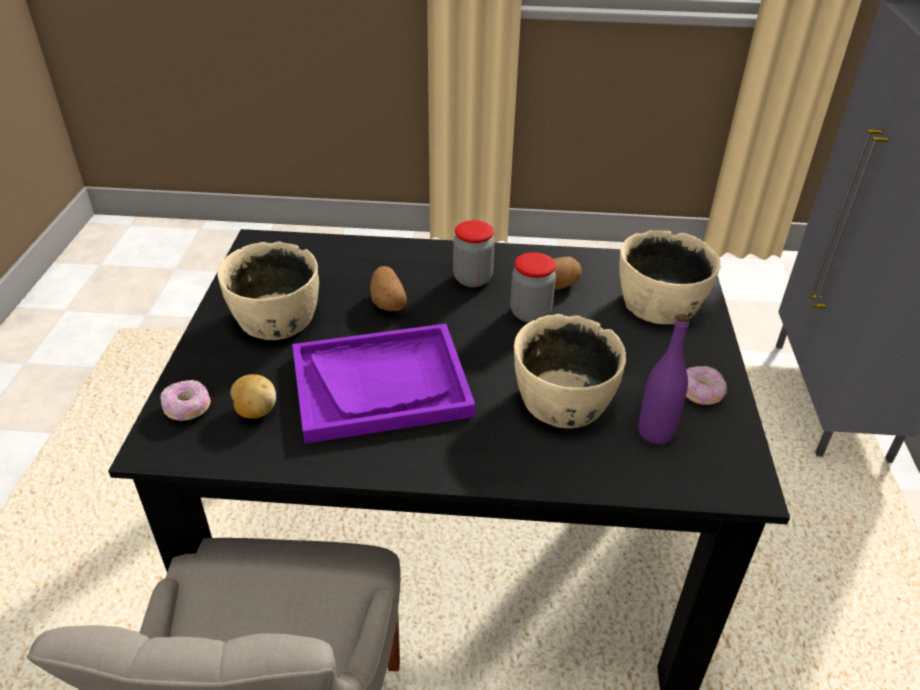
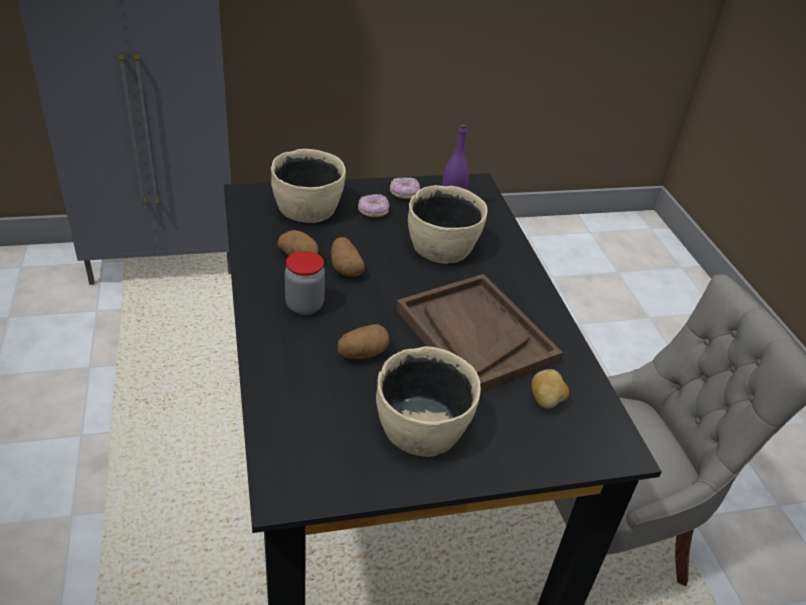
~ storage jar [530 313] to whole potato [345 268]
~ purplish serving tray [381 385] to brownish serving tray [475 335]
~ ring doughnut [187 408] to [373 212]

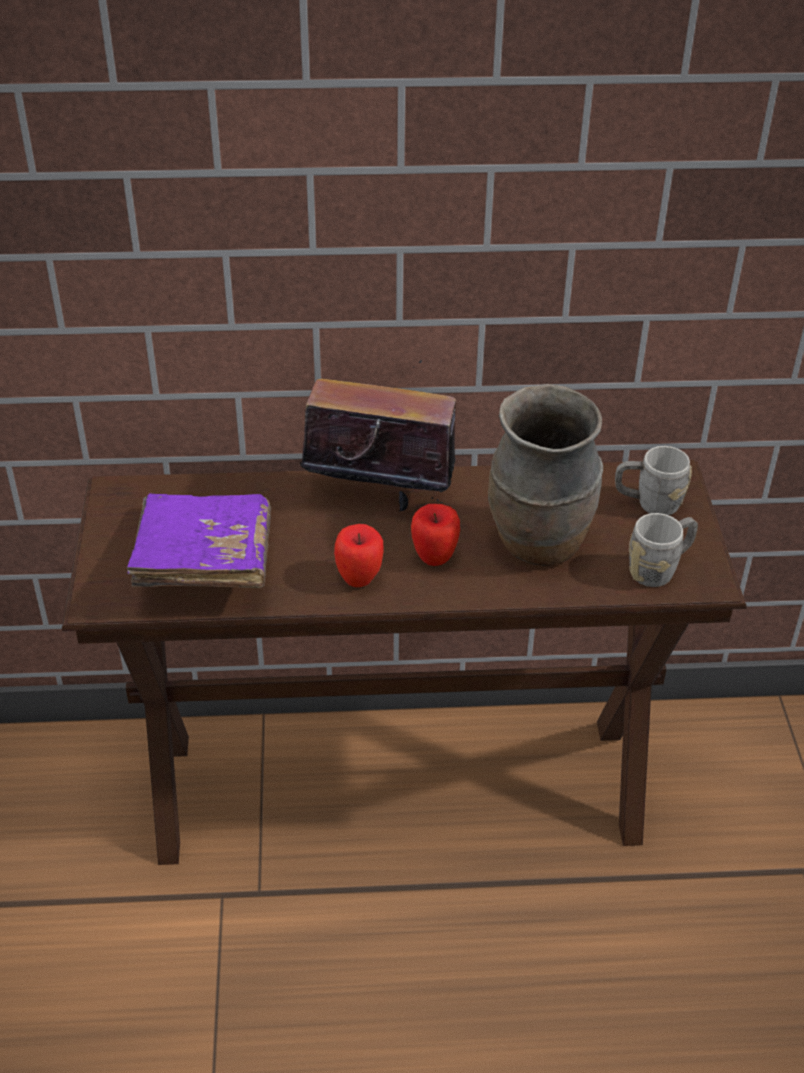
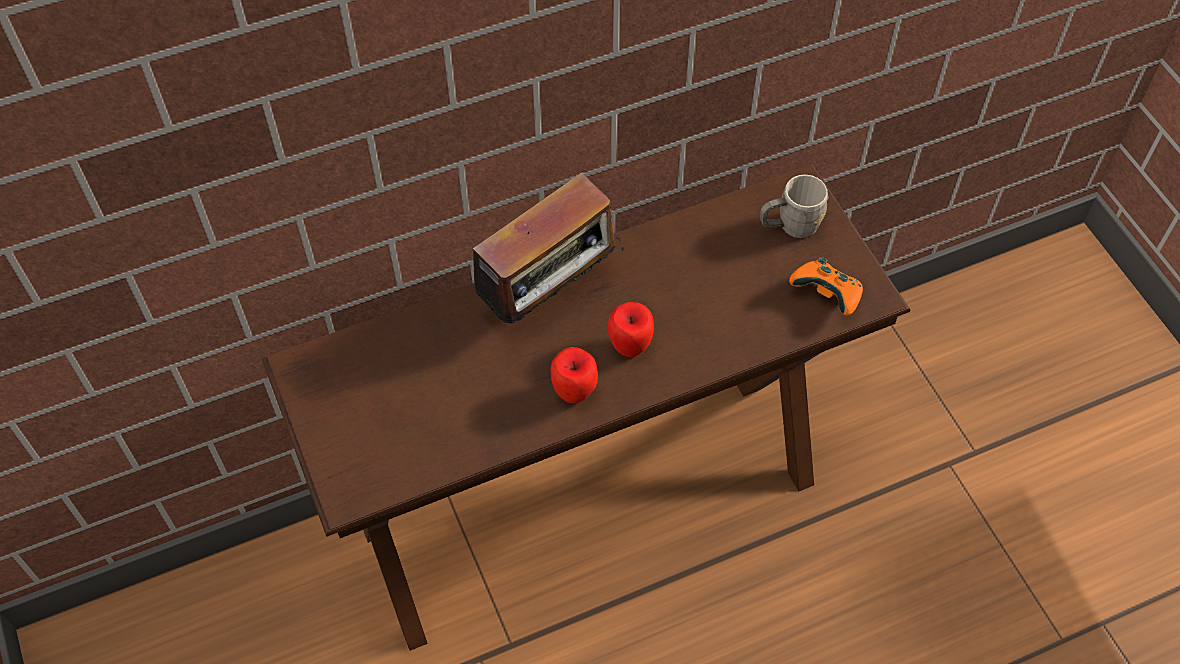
~ radio [378 497] = [550 294] 150 degrees clockwise
- brownish flower vase [539 544]
- purplish bound book [204 563]
~ gray coffee mug [659 569] to orangey joypad [827 296]

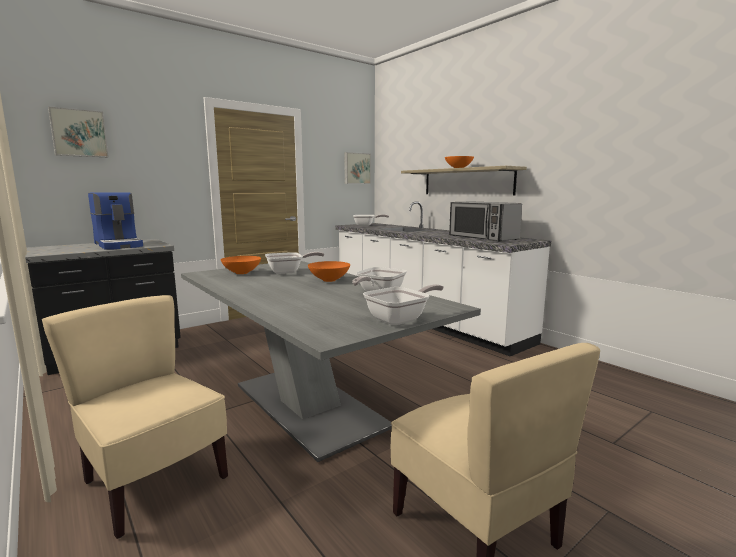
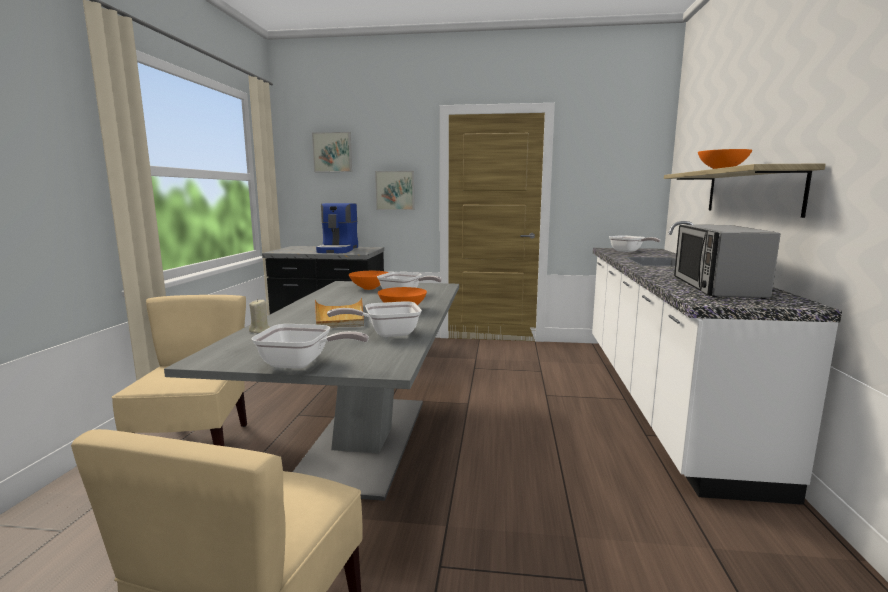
~ wall art [356 168] to [395 190]
+ beige-coloured serving tray [339 316]
+ beige-coloured wax light [260 330]

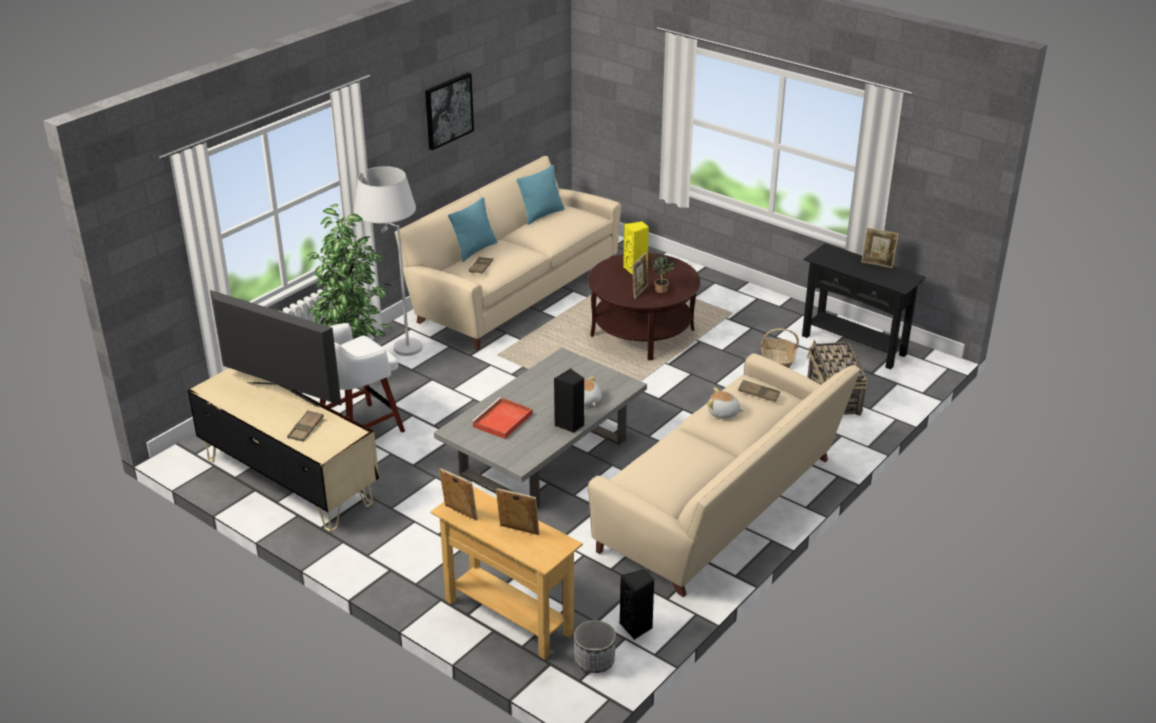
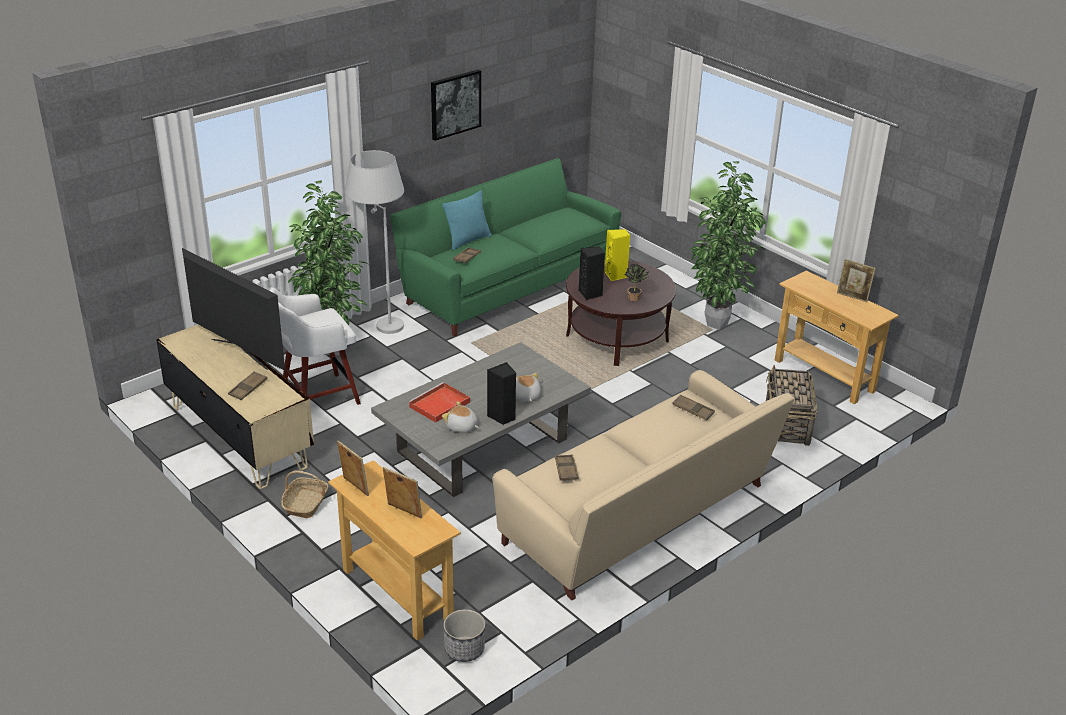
~ beige-coloured settee [514 291] to green settee [507 284]
- blue-green cushion [541 215]
~ black-coloured narrow table [853 345] to beige-coloured narrow table [824 375]
- photo frame [639 291]
~ household basket [777 359] to [305 504]
~ plush toy [723 413] to [461 427]
~ black-coloured audio speaker [637 627] to [590 294]
+ houseplant [718 323]
+ brownish serving tray [566 470]

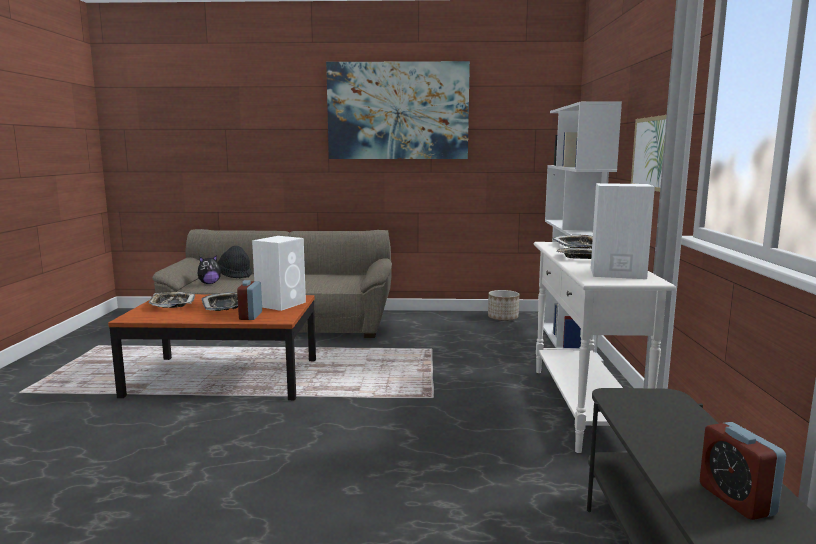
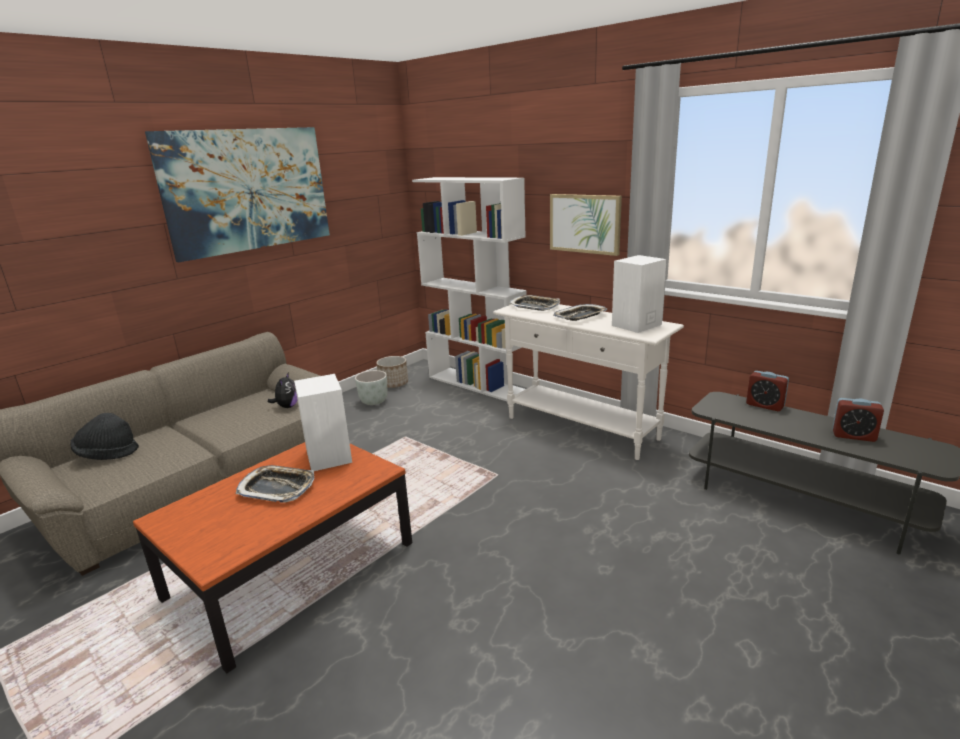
~ plush toy [209 283] to [287 406]
~ alarm clock [250 316] to [765 405]
- serving tray [172 304]
+ gray planter [373 402]

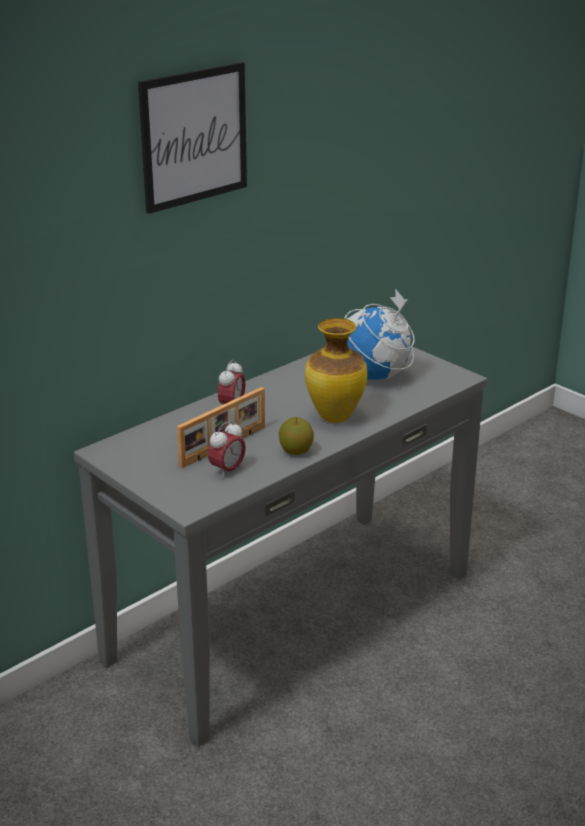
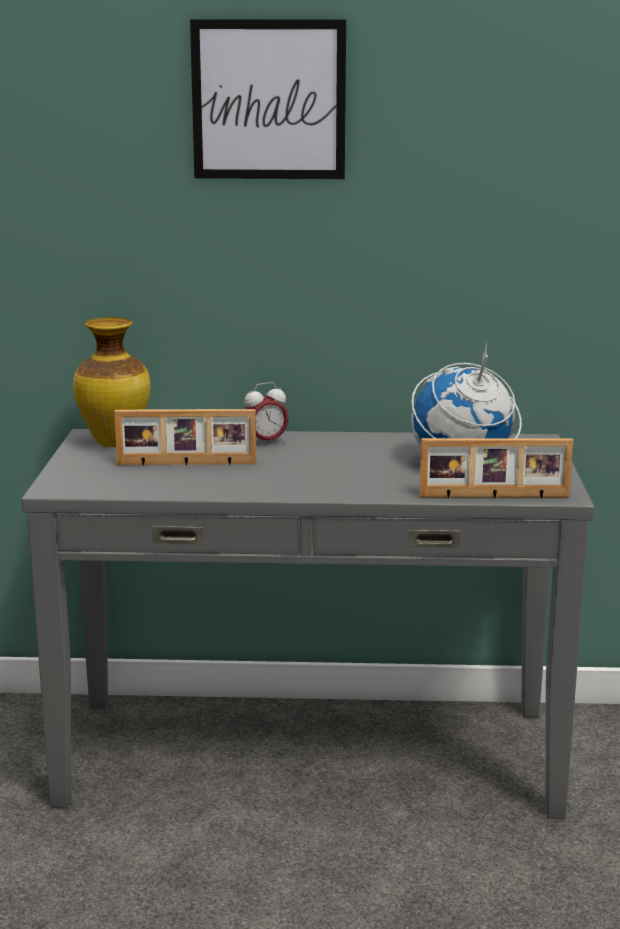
~ flower vase [334 417] to [114 443]
- apple fruit [296 451]
- alarm clock [227 471]
+ photo frame [494 497]

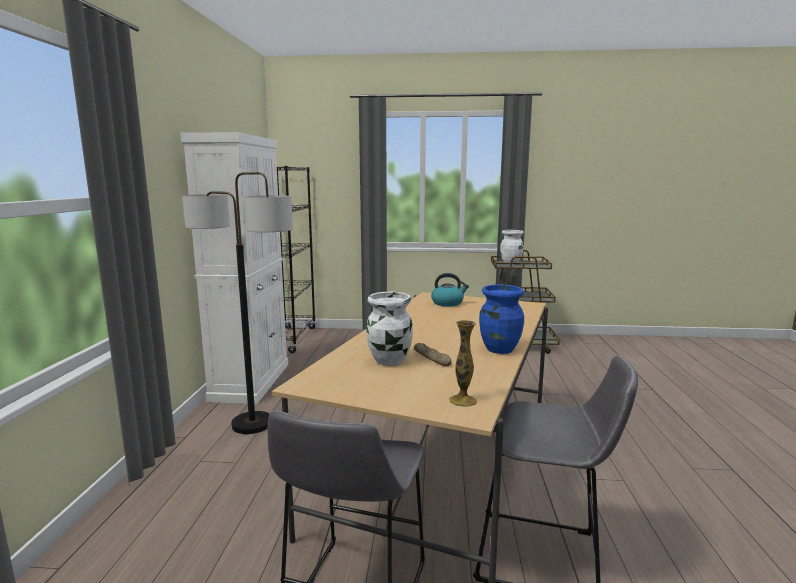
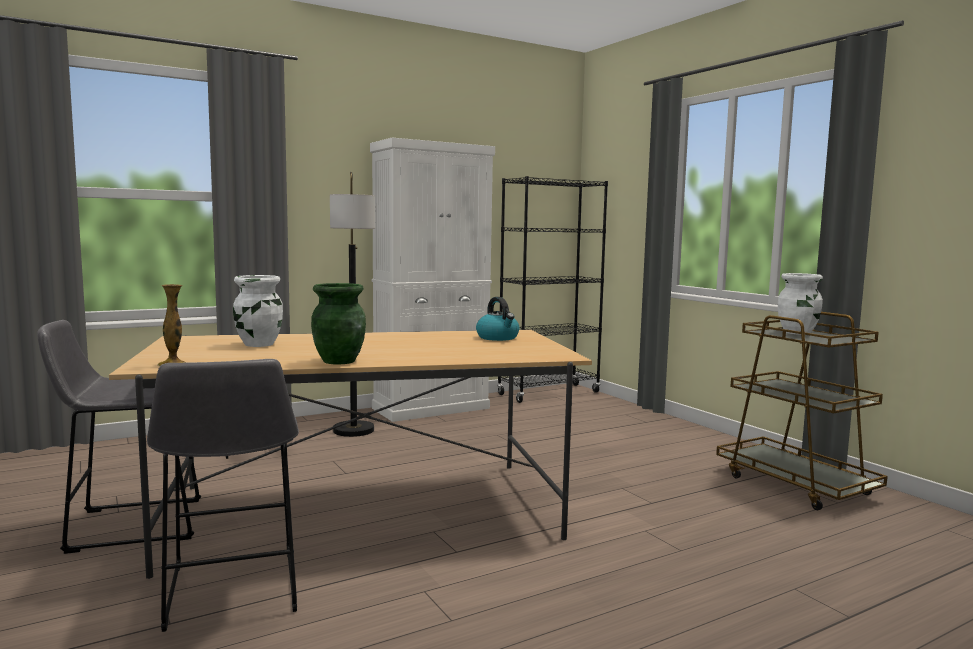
~ bluish flower vase [499 349] to green flower vase [340 361]
- bakery bread [431 359]

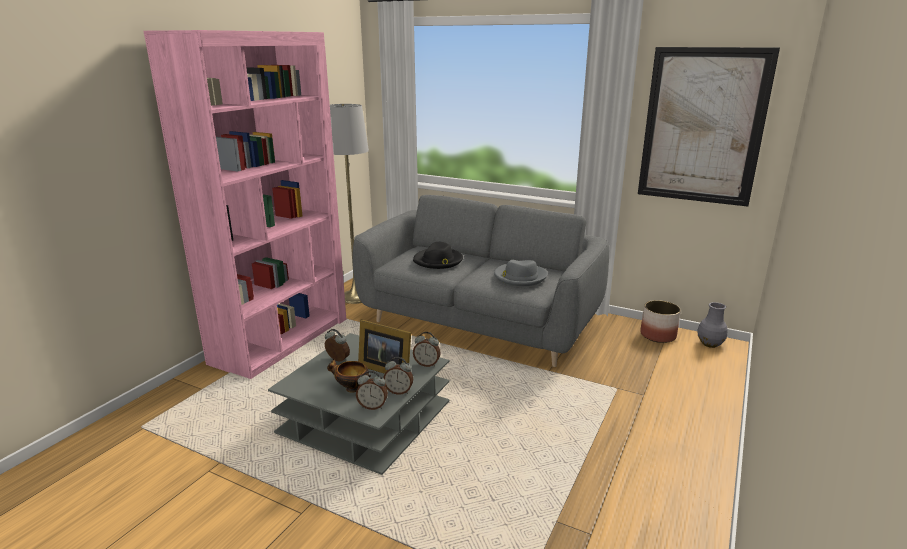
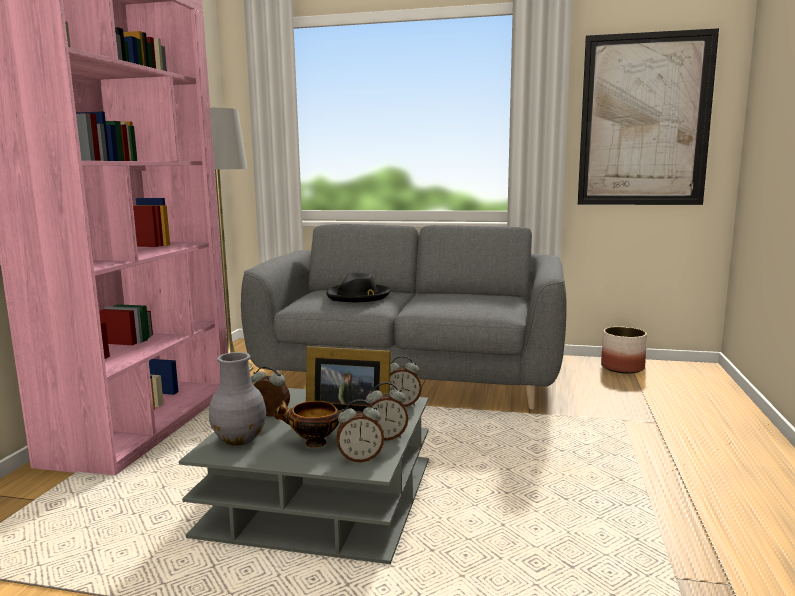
- gray hat [520 277]
~ gray flower vase [709 344] to [238 439]

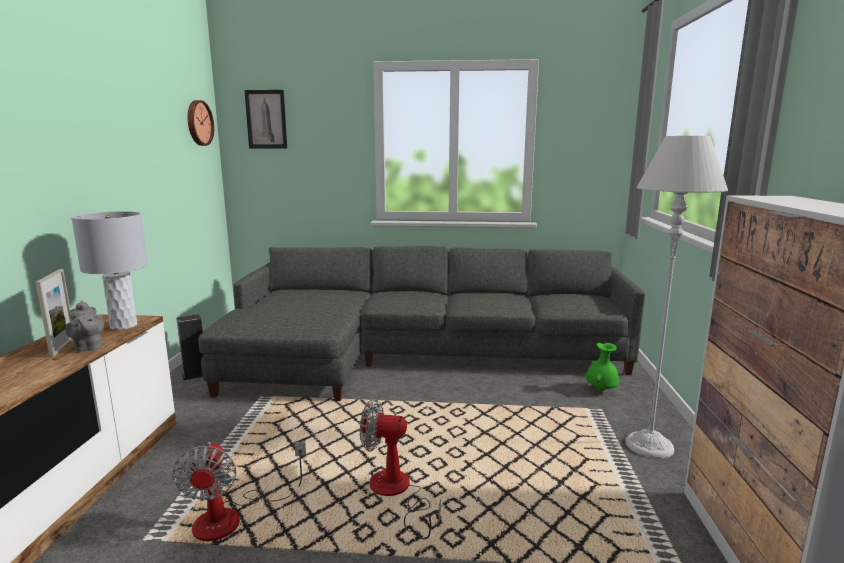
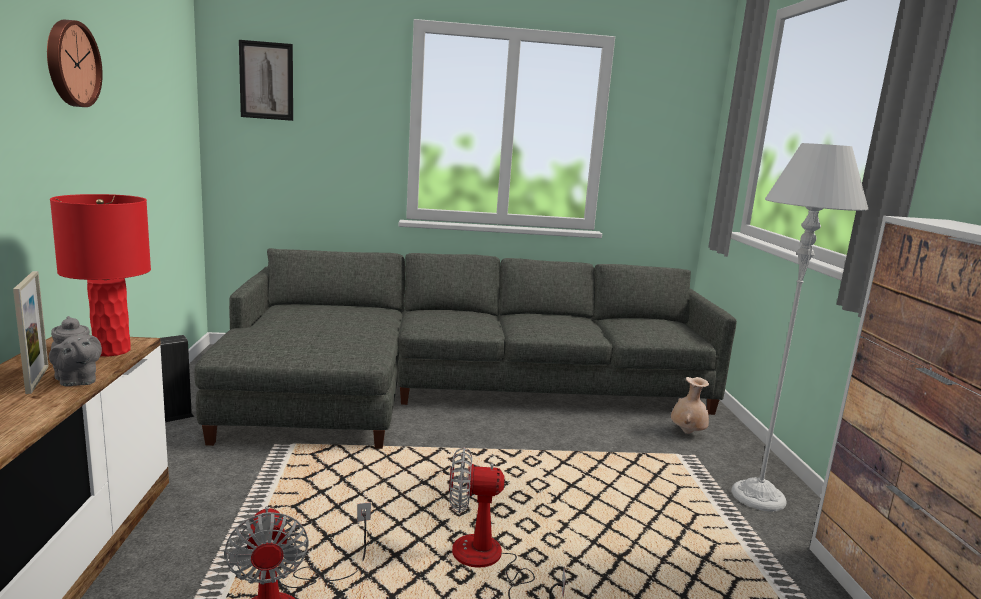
~ clock on the wall [198 123] to [70 63]
~ gray table lamp [124 326] to reddish table lamp [112 351]
~ green flower vase [601 390] to beige-coloured flower vase [687 433]

